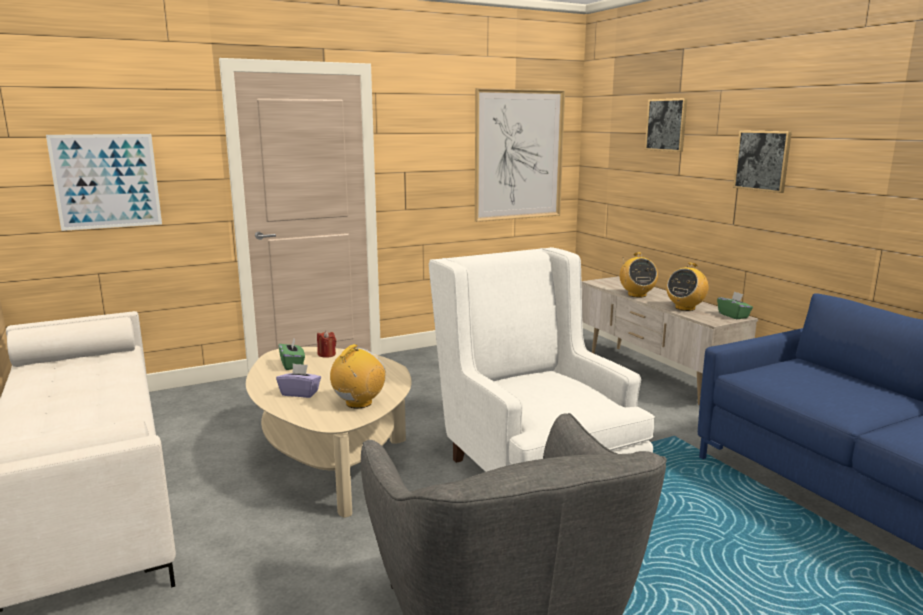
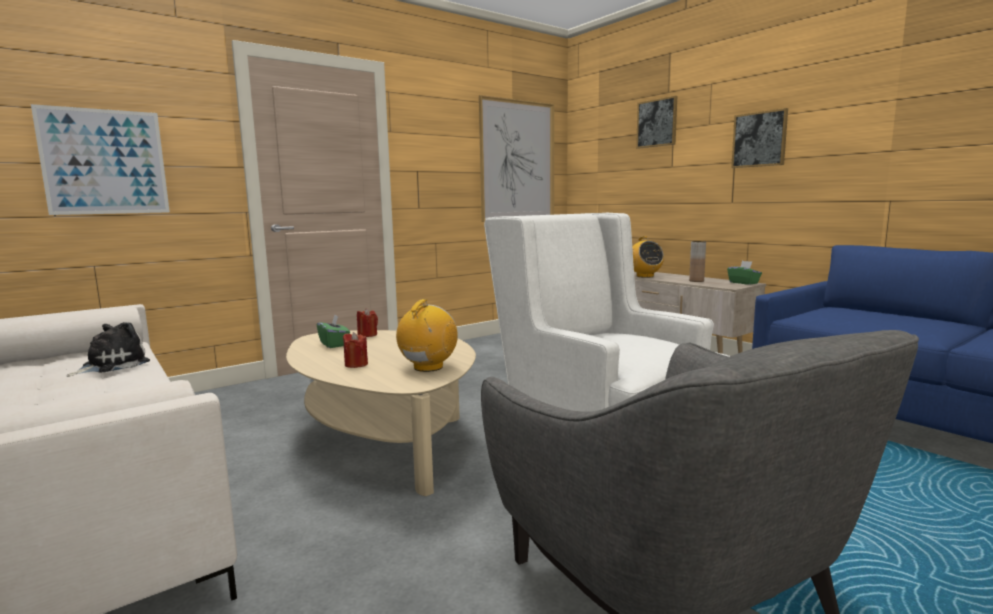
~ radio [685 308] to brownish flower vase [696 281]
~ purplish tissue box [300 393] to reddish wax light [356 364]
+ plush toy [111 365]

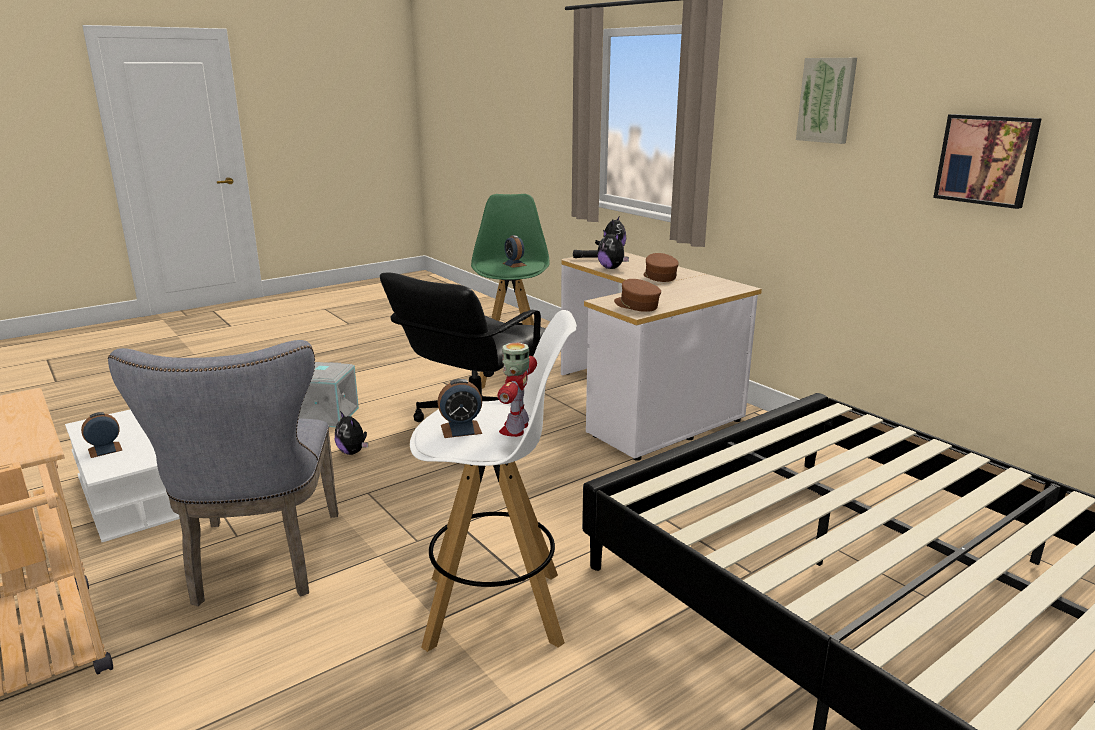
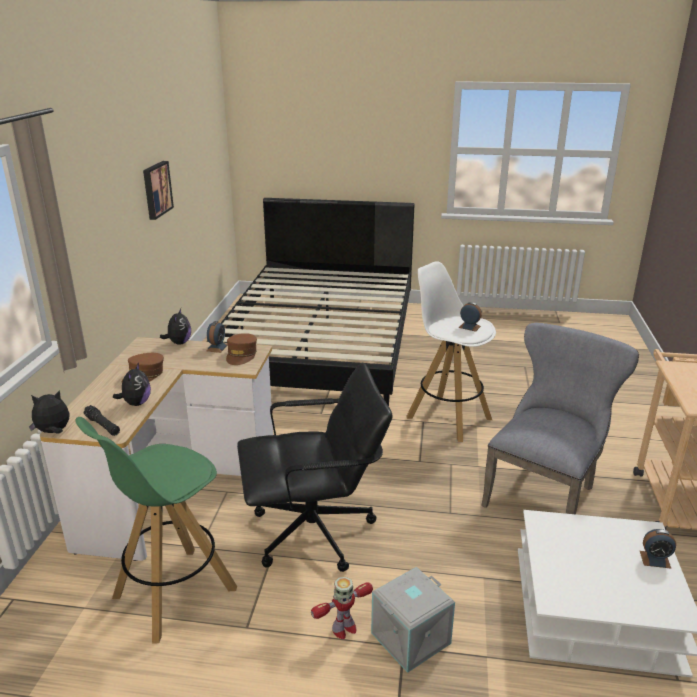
- wall art [827 100]
~ alarm clock [514 264] to [217 347]
~ robot figure [516 428] to [343 629]
~ plush toy [353 452] to [179 343]

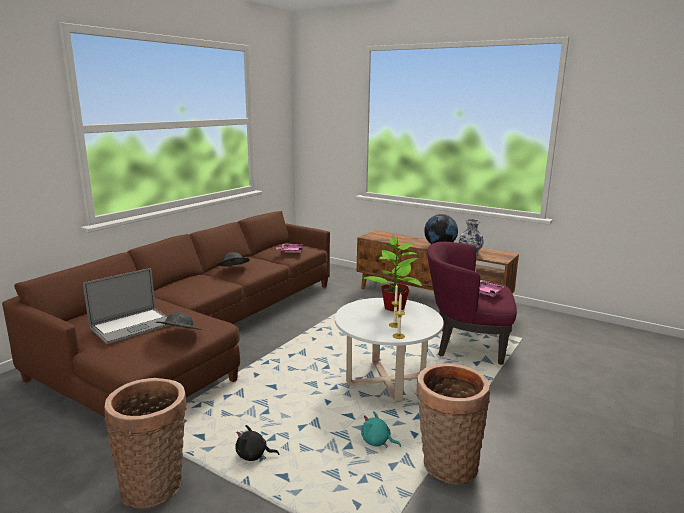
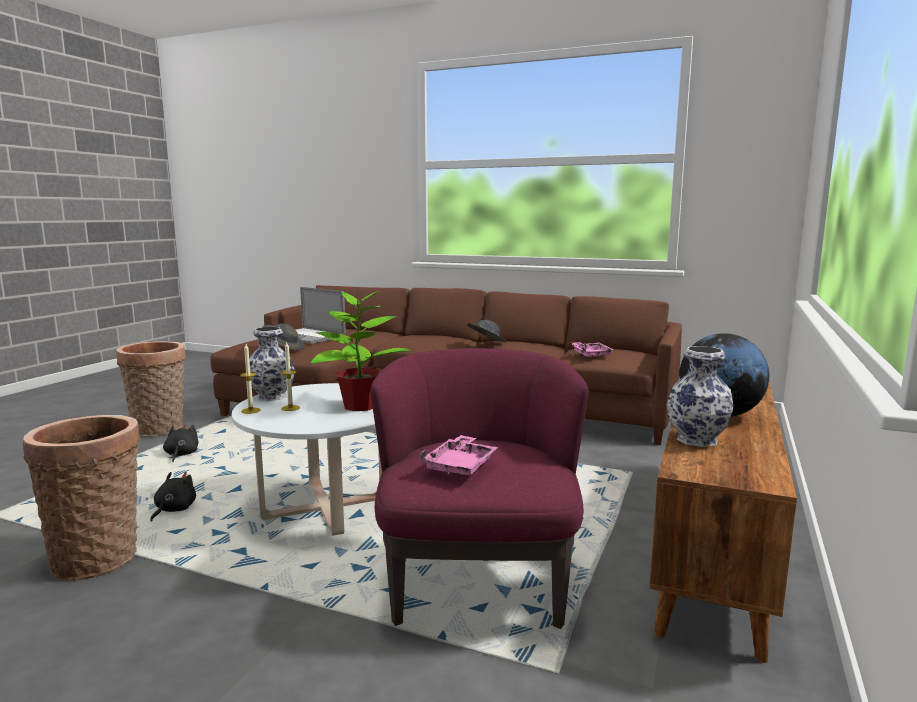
~ blue-green plush toy [377 442] to black-coloured plush toy [174 510]
+ flower vase [272 397]

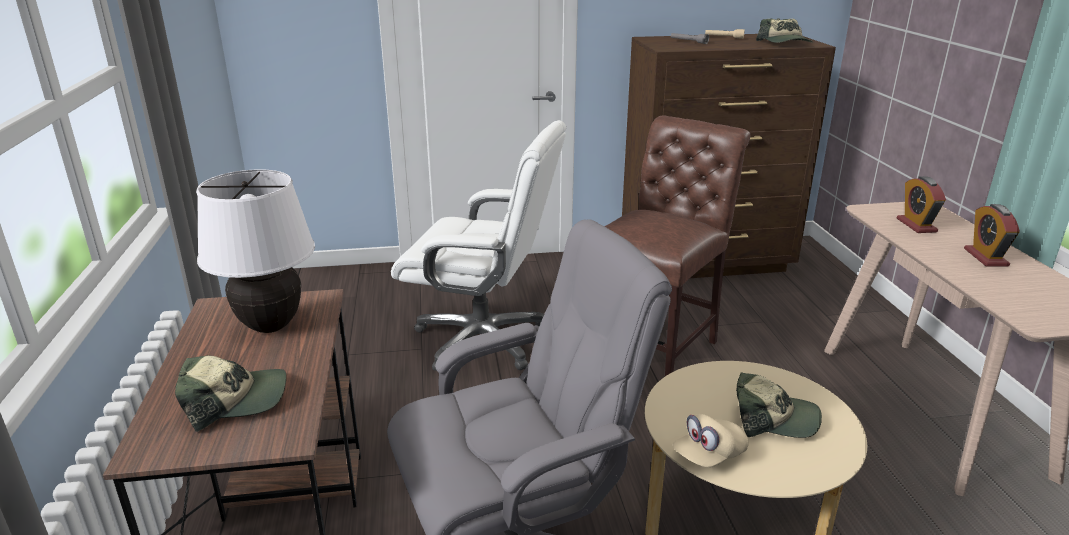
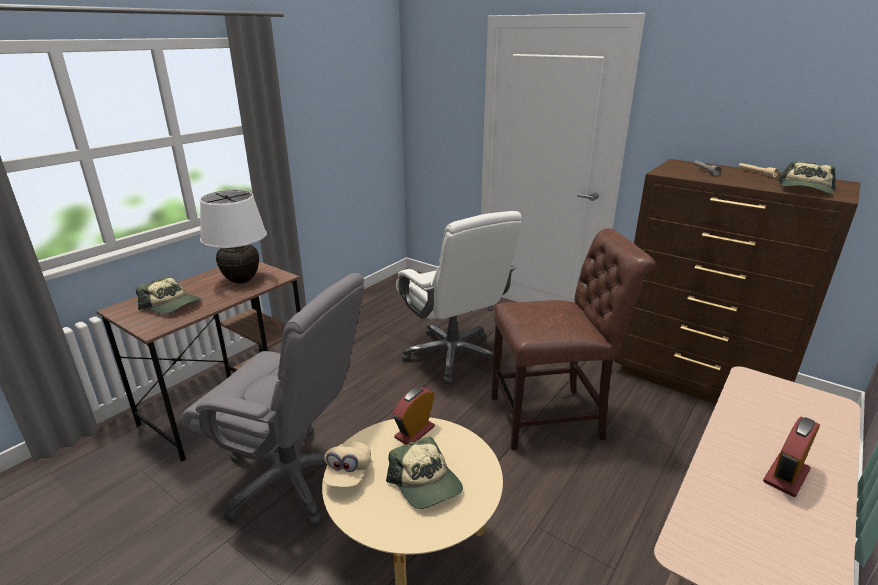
~ alarm clock [916 225] to [414 432]
~ beige-coloured baseball cap [709 455] = [348 474] 90 degrees counterclockwise

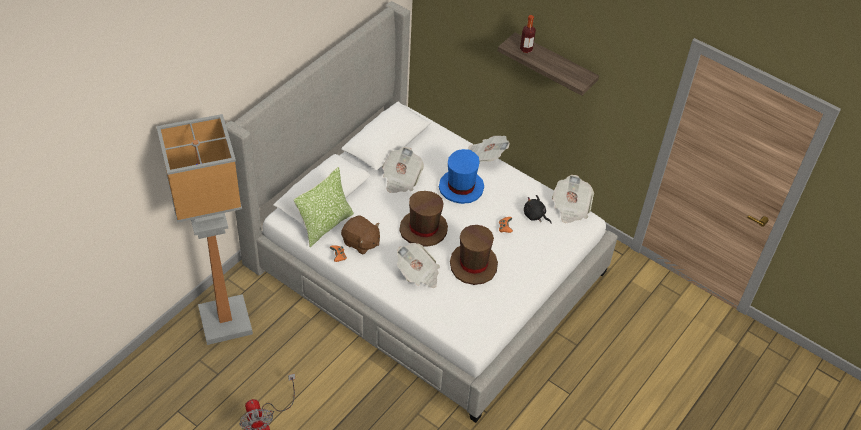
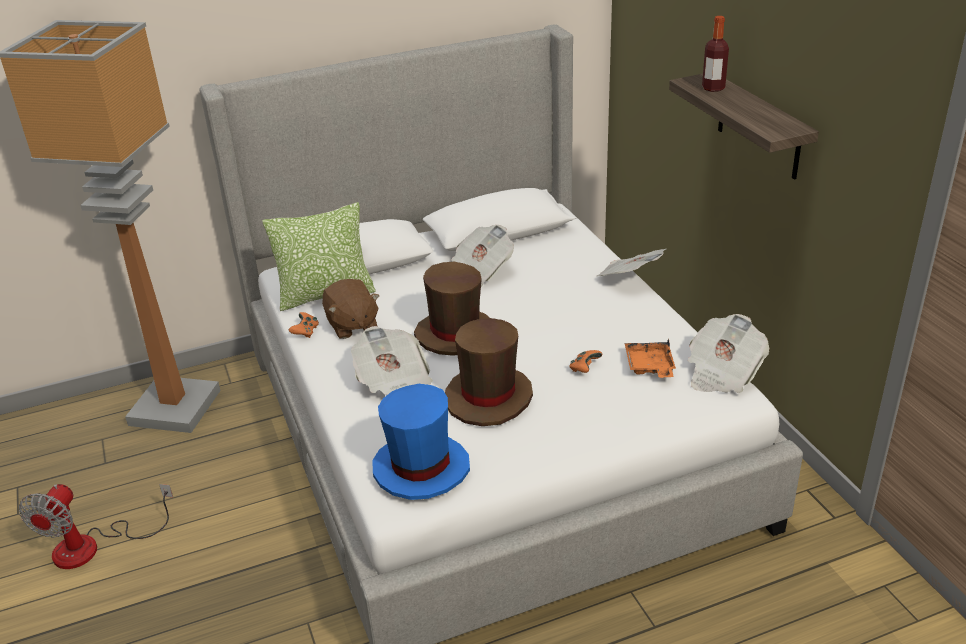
~ bluish hat [461 187] to [421 468]
~ black-coloured plush toy [535 216] to orangey serving tray [649 367]

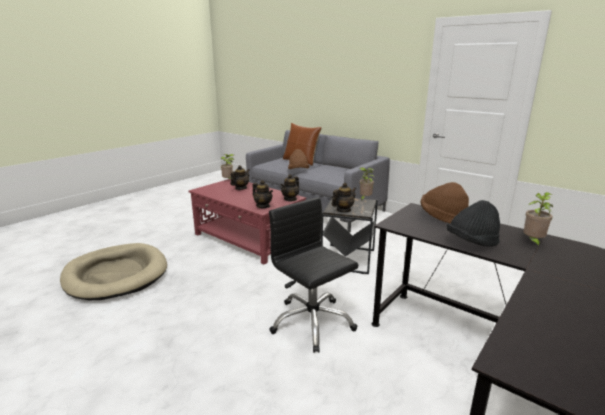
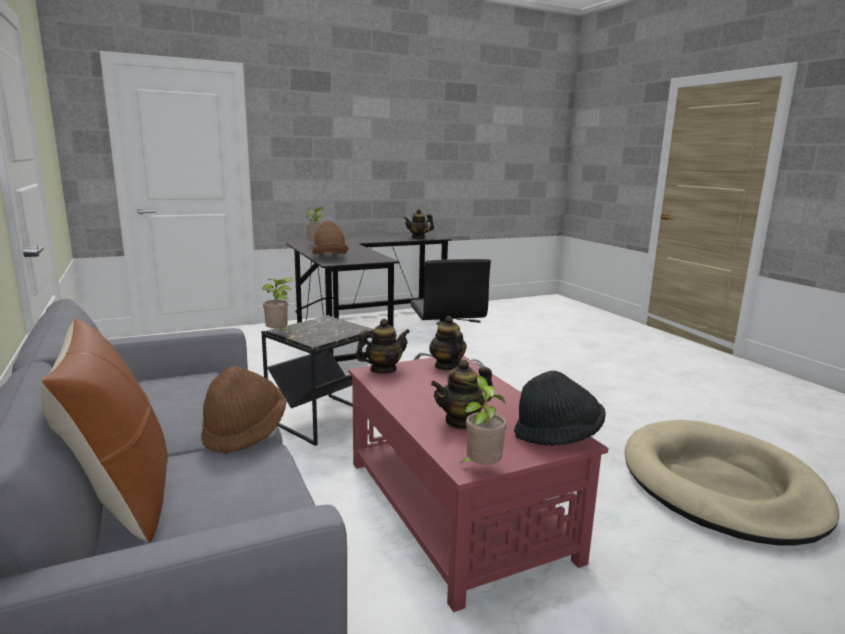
~ tea pot [343 210] to [418 237]
~ black-coloured hat [471 242] to [558 436]

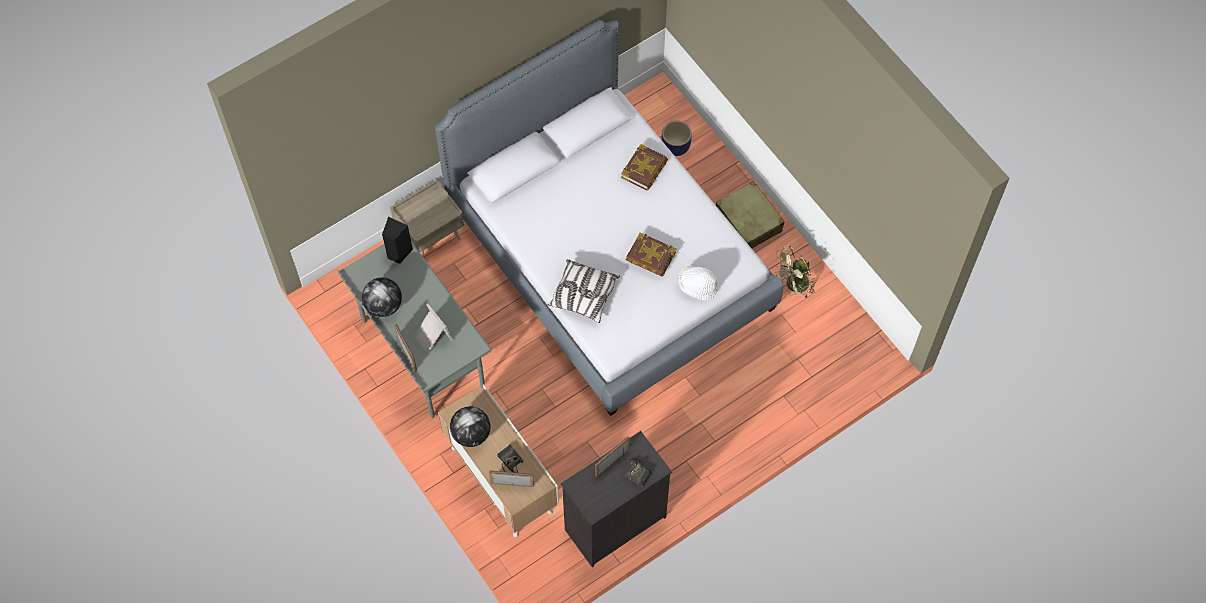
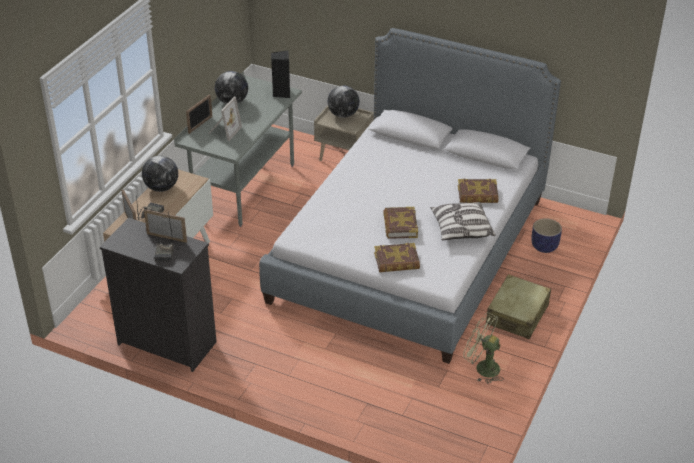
~ cushion [583 295] to [461 229]
~ white-coloured hat [697 286] to bound book [396 261]
+ world globe [343 115]

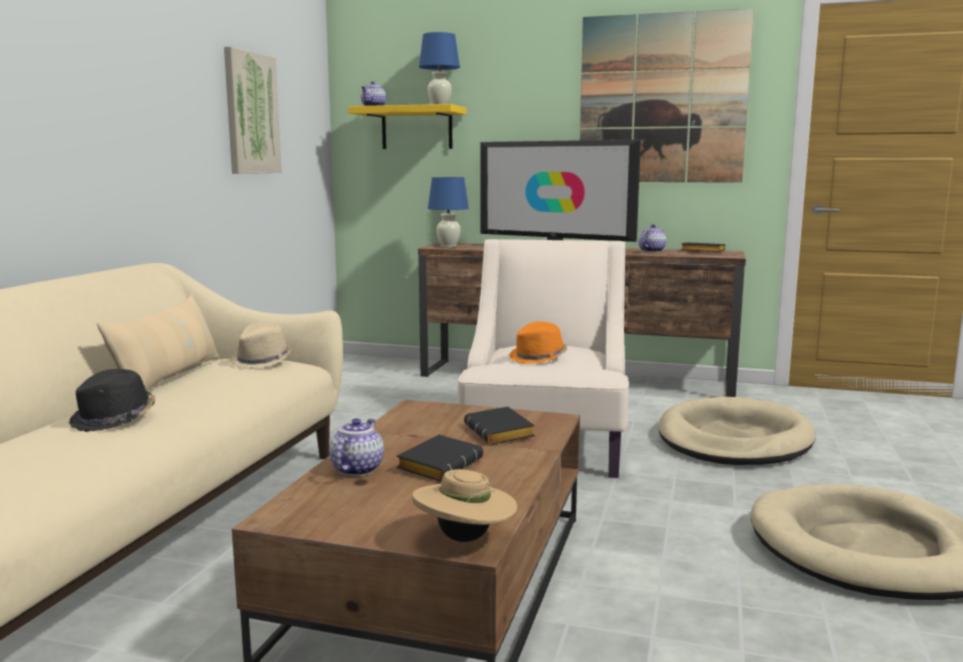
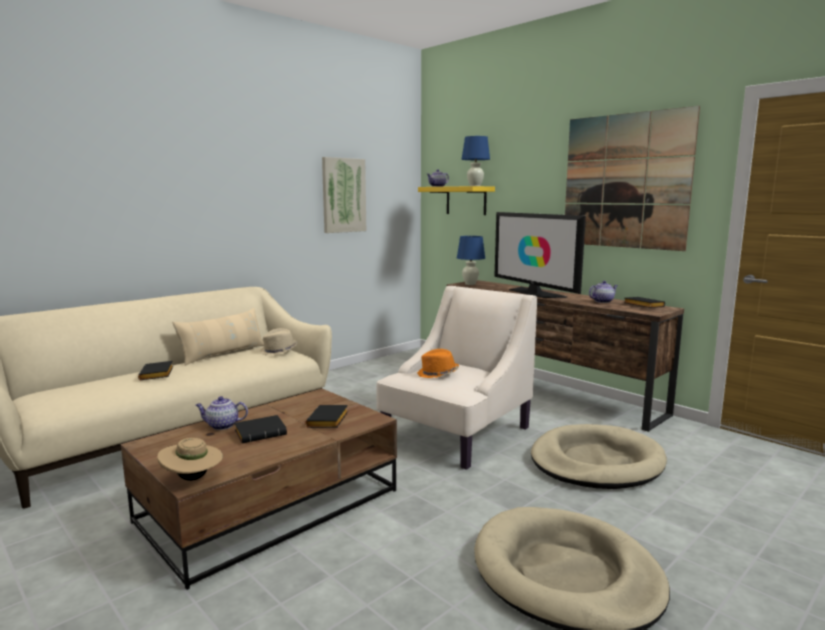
~ black-coloured hat [115 419] to black-coloured bound book [157 374]
~ tea pot [357 469] = [222 426] 135 degrees counterclockwise

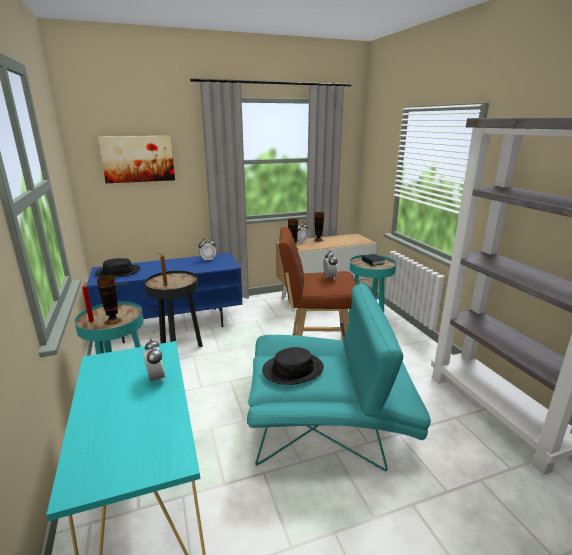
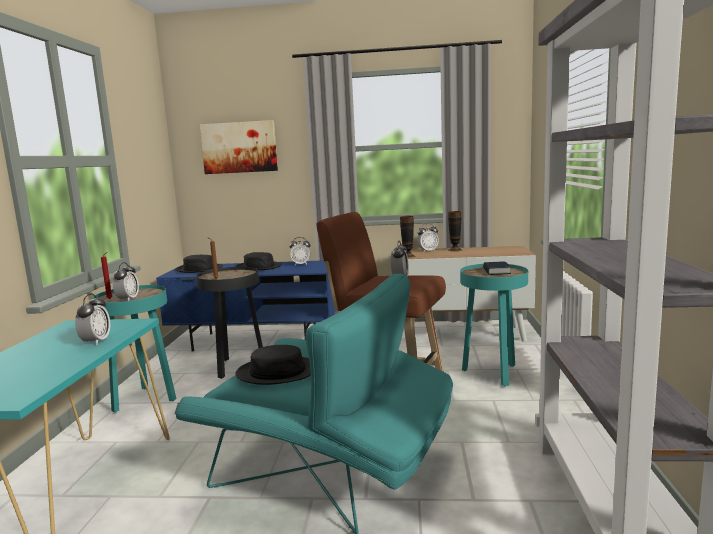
~ flower vase [113 321] to alarm clock [128 299]
+ black-coloured hat [259 267]

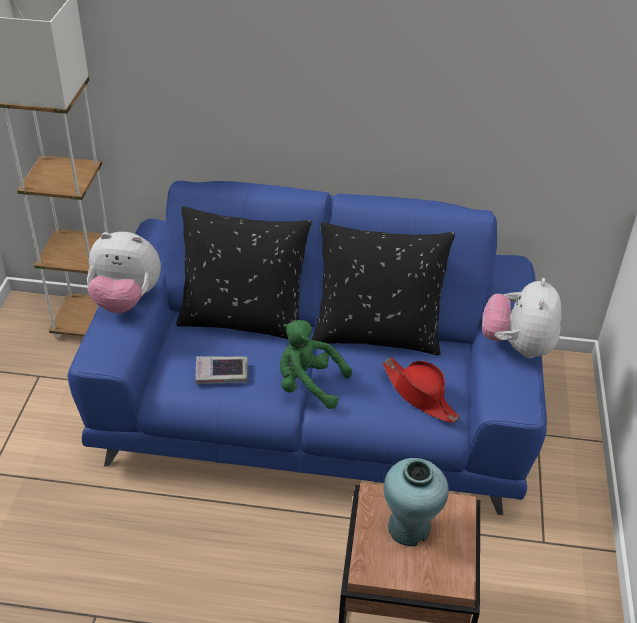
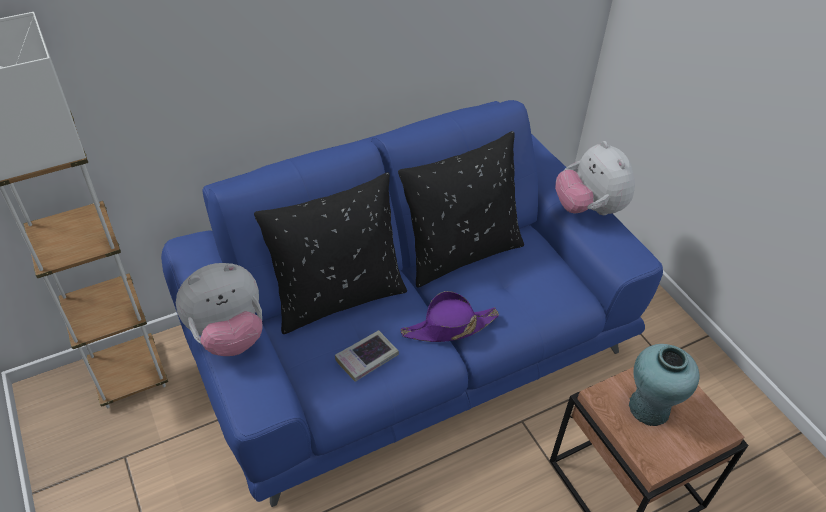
~ green plush toy [308 384] to purplish hat [449 327]
- reddish hat [420 395]

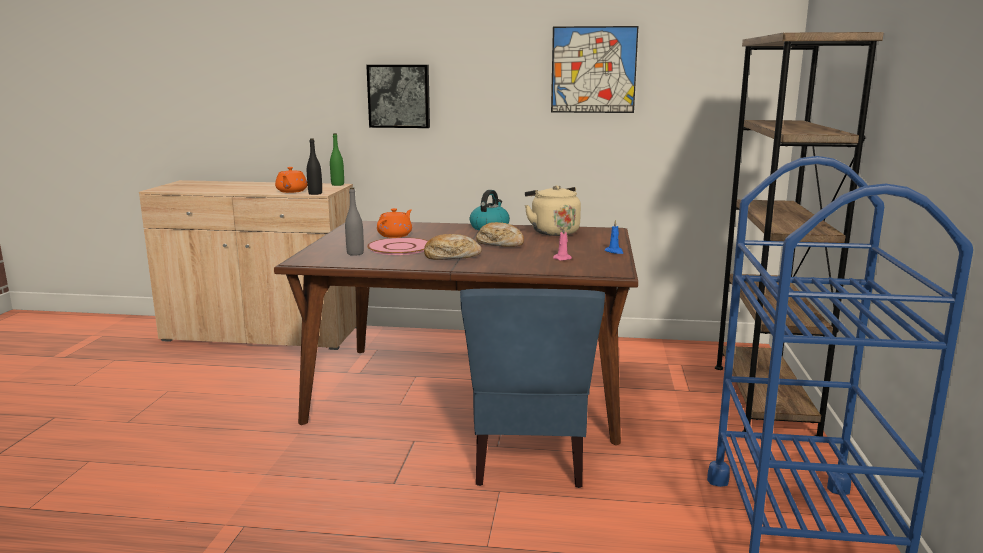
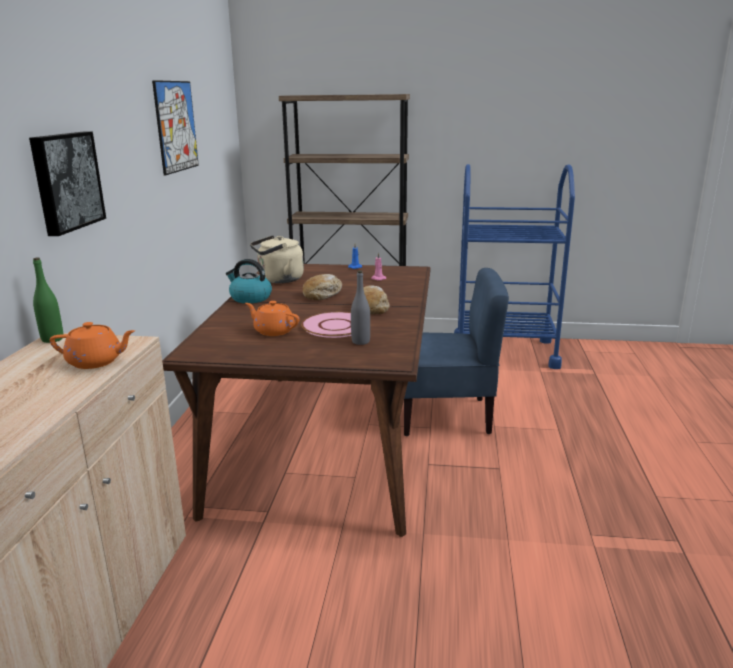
- black-coloured drink bottle [315 193]

